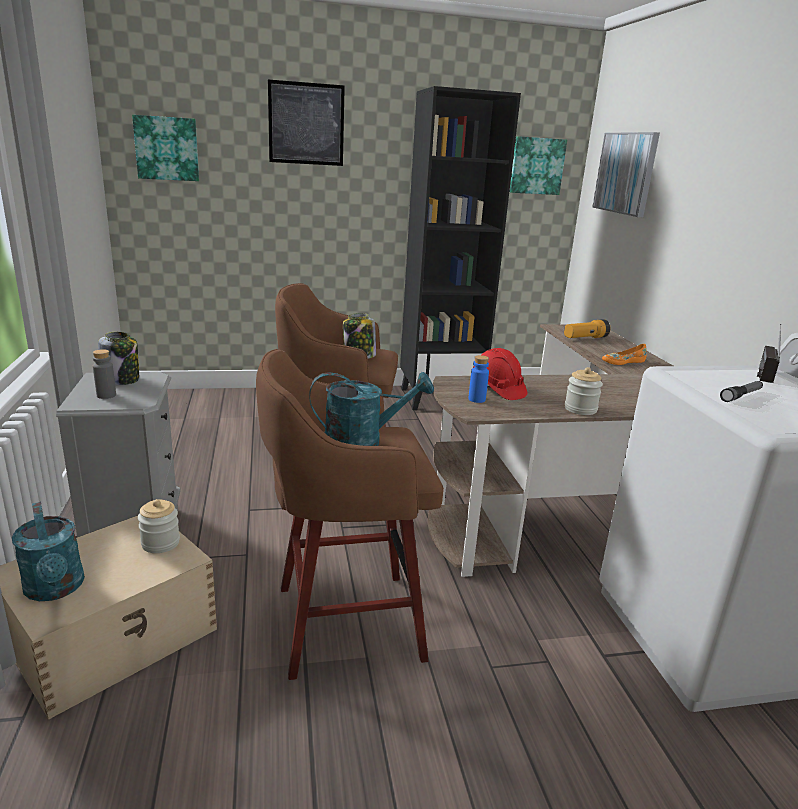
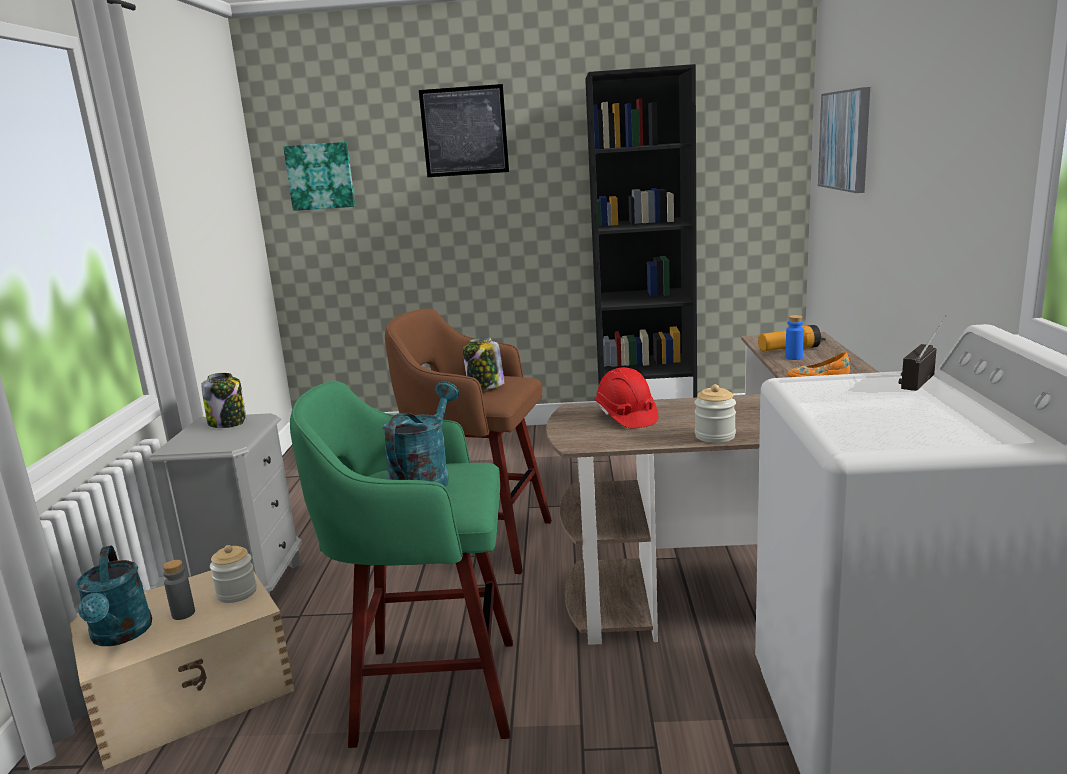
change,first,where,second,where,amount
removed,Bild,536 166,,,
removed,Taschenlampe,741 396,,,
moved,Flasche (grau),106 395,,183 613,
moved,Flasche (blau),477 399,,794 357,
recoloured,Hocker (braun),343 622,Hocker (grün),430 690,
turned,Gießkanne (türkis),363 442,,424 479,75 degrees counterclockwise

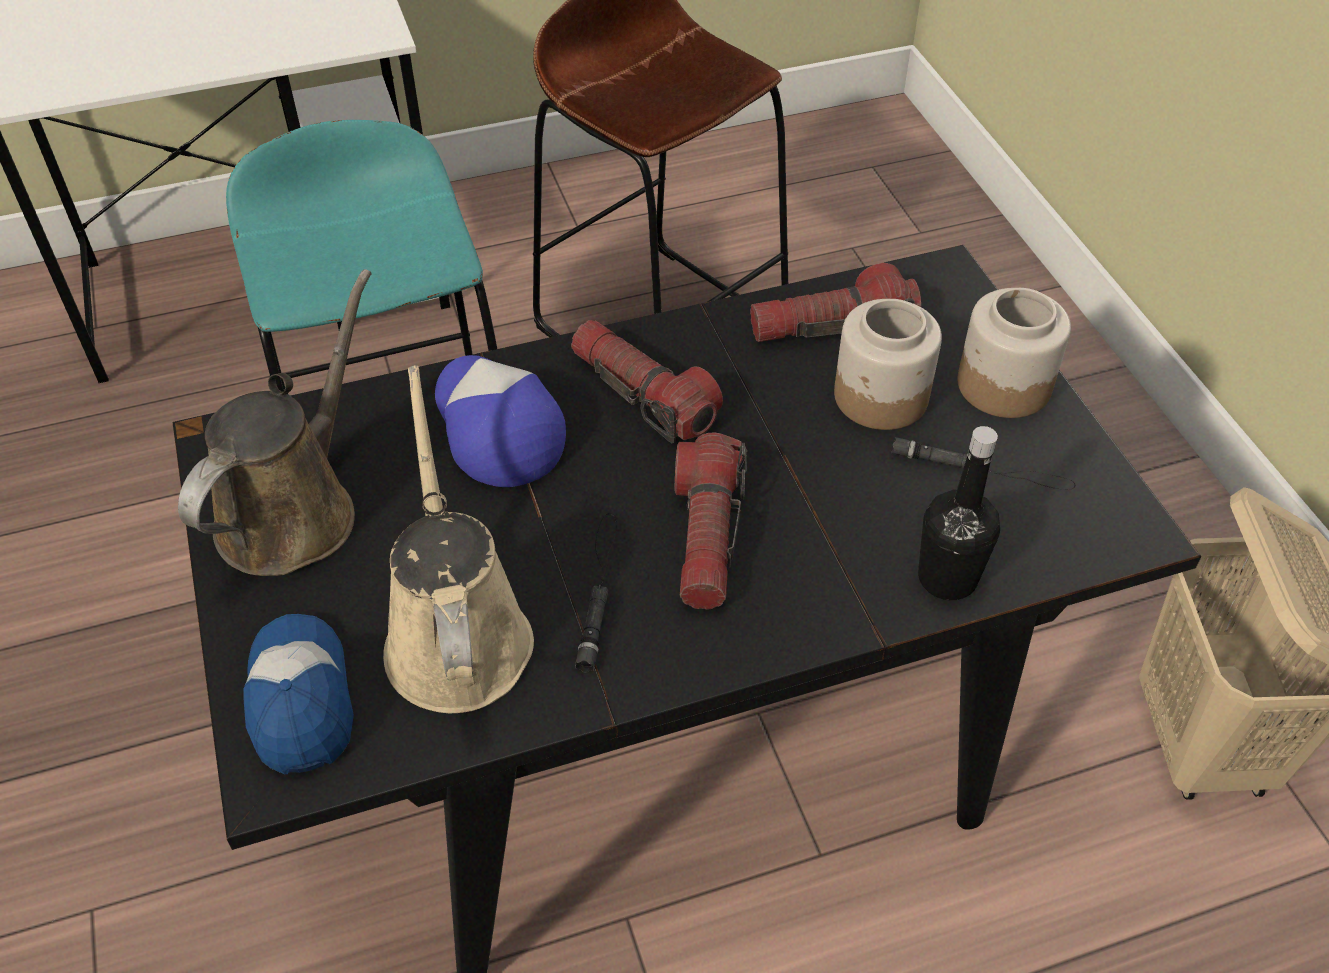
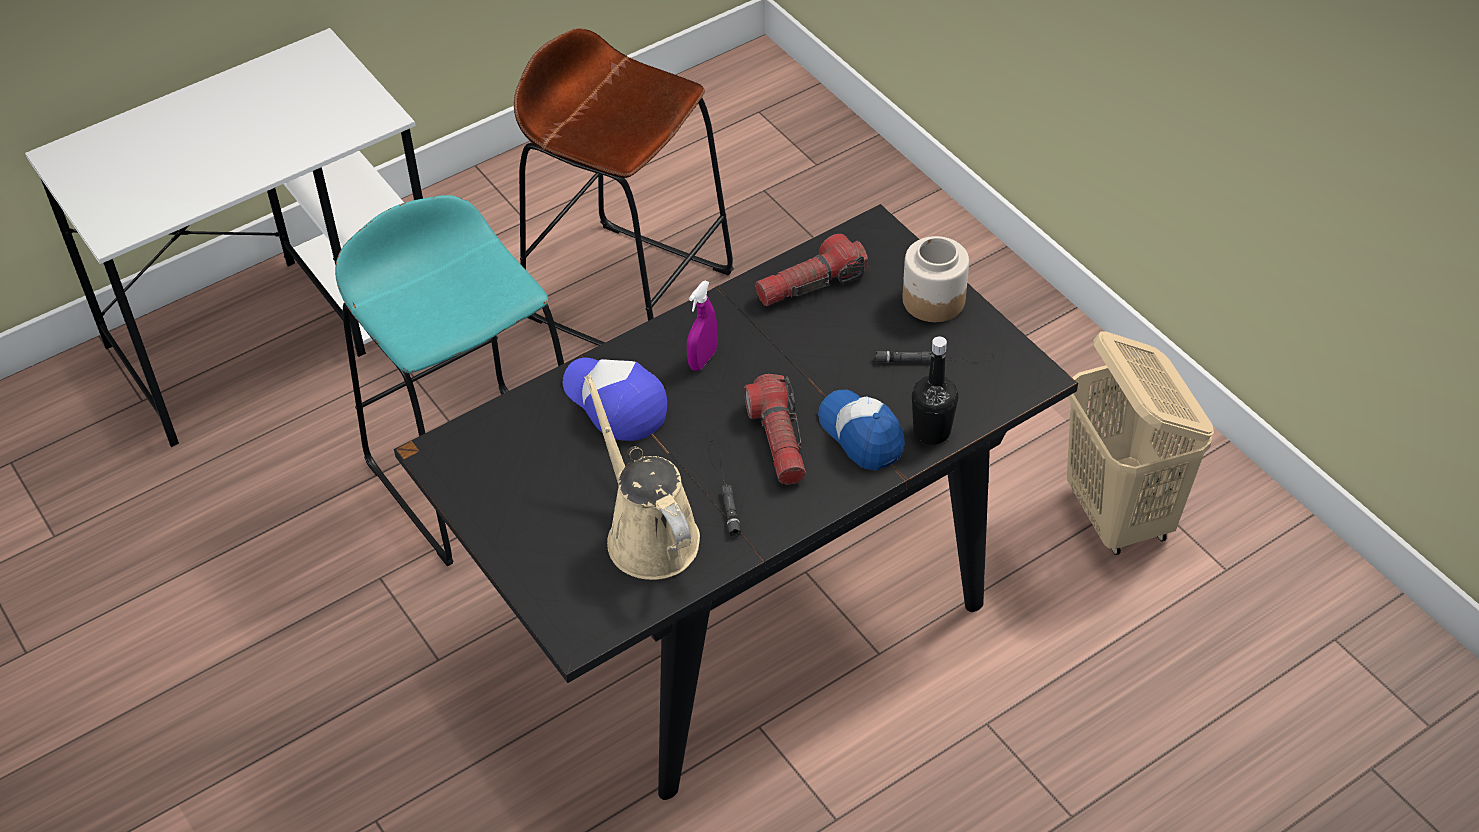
change,first,where,second,where,amount
removed,Gießkanne (braun),294 510,,,
removed,Vorratsglas,881 397,,,
moved,Kappe,300 700,,861 434,
replaced,Taschenlampe,643 395,Sprühflasche (lila),703 359,

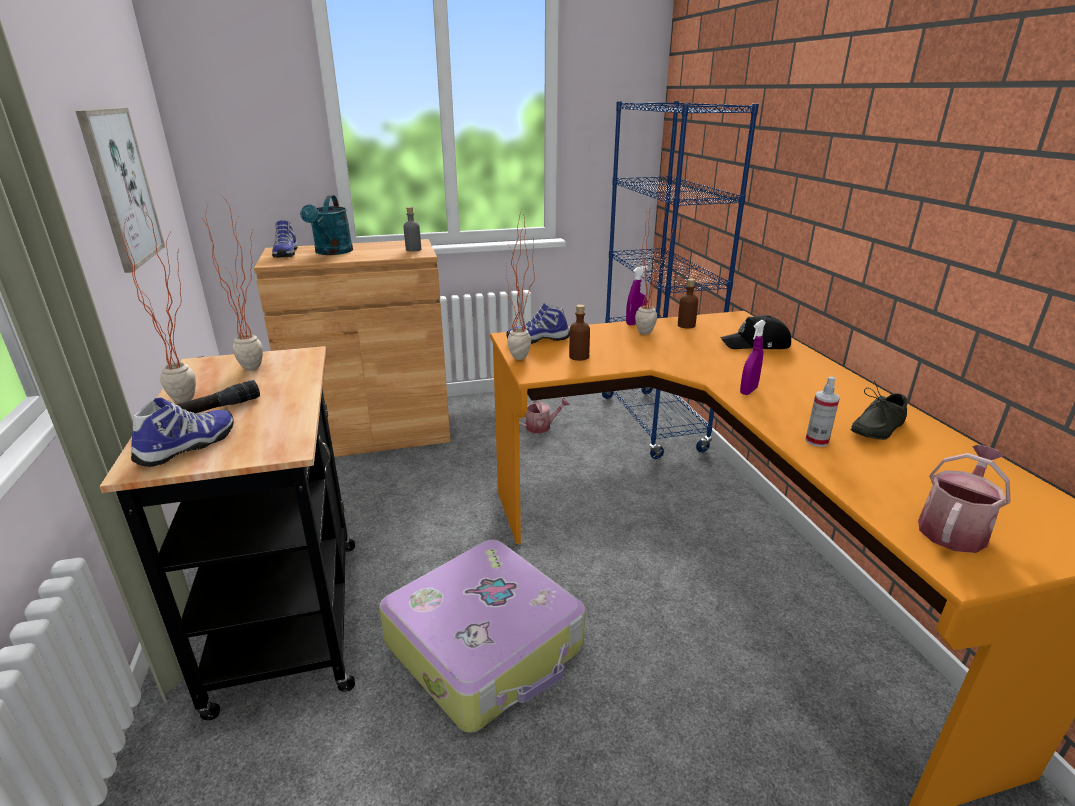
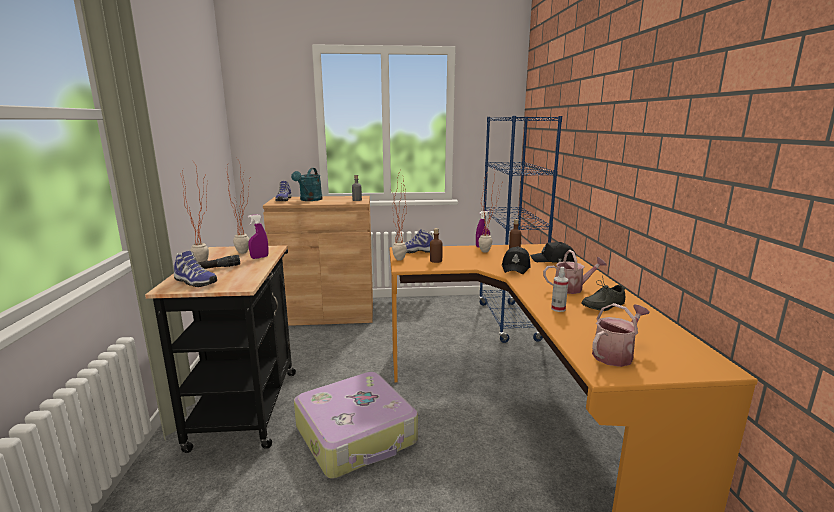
change,first,where,second,where,amount
removed,Bild,121 187,,,
added,,,Kappe (schwarz),516 267,
moved,Gießkanne,541 427,,572 288,
moved,Sprühflasche (lila),748 391,,259 257,
turned,Schuh,189 447,,194 282,75 degrees clockwise

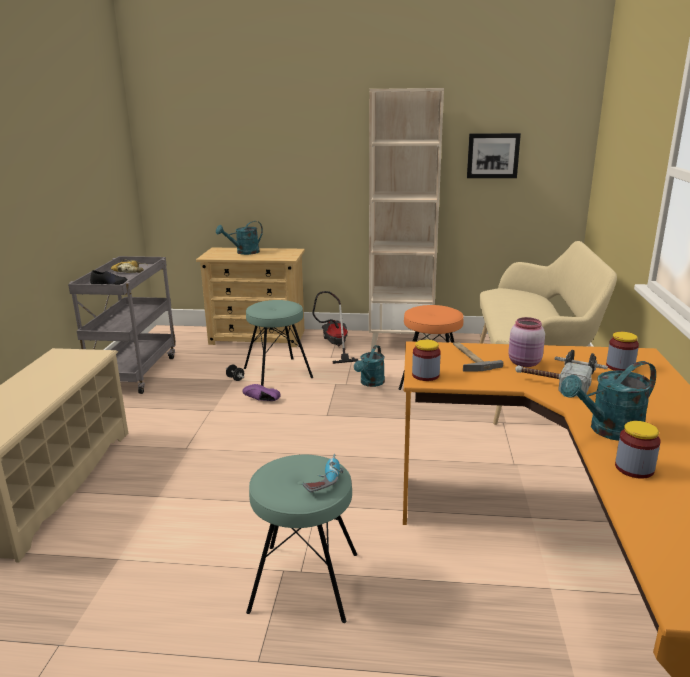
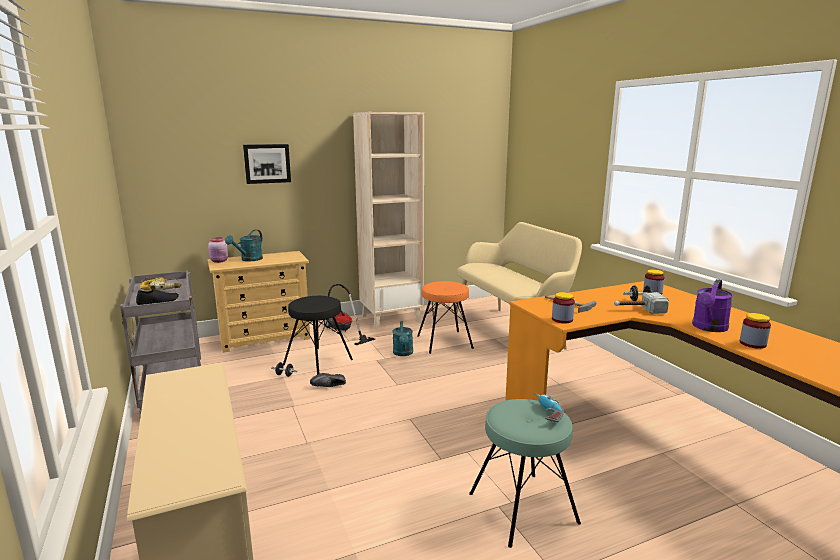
change,first,where,second,where,amount
moved,Bild,493 155,,267 163,
moved,Vorratsglas (rosa),524 363,,219 261,
recoloured,Schuh (lila),261 400,Schuh (schwarz),329 387,
recoloured,Hocker (türkis),278 373,Hocker (schwarz),318 362,
recoloured,Gießkanne (türkis),608 431,Gießkanne (lila),708 328,

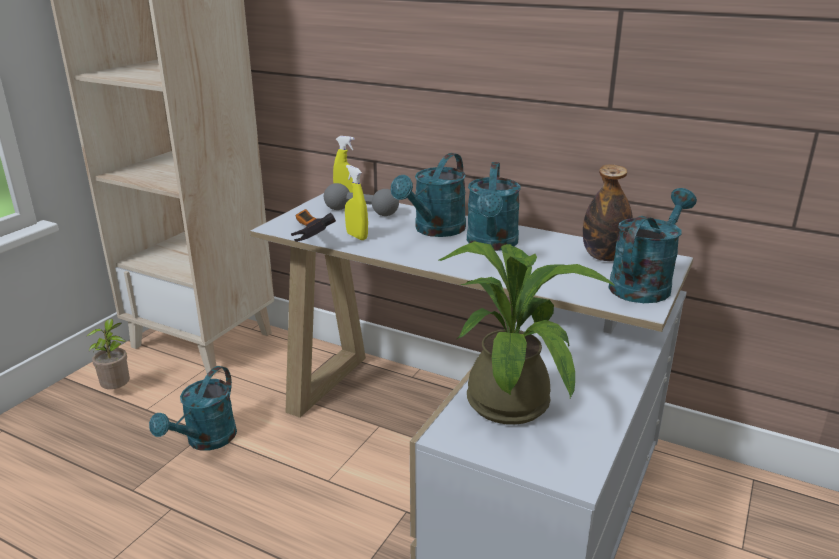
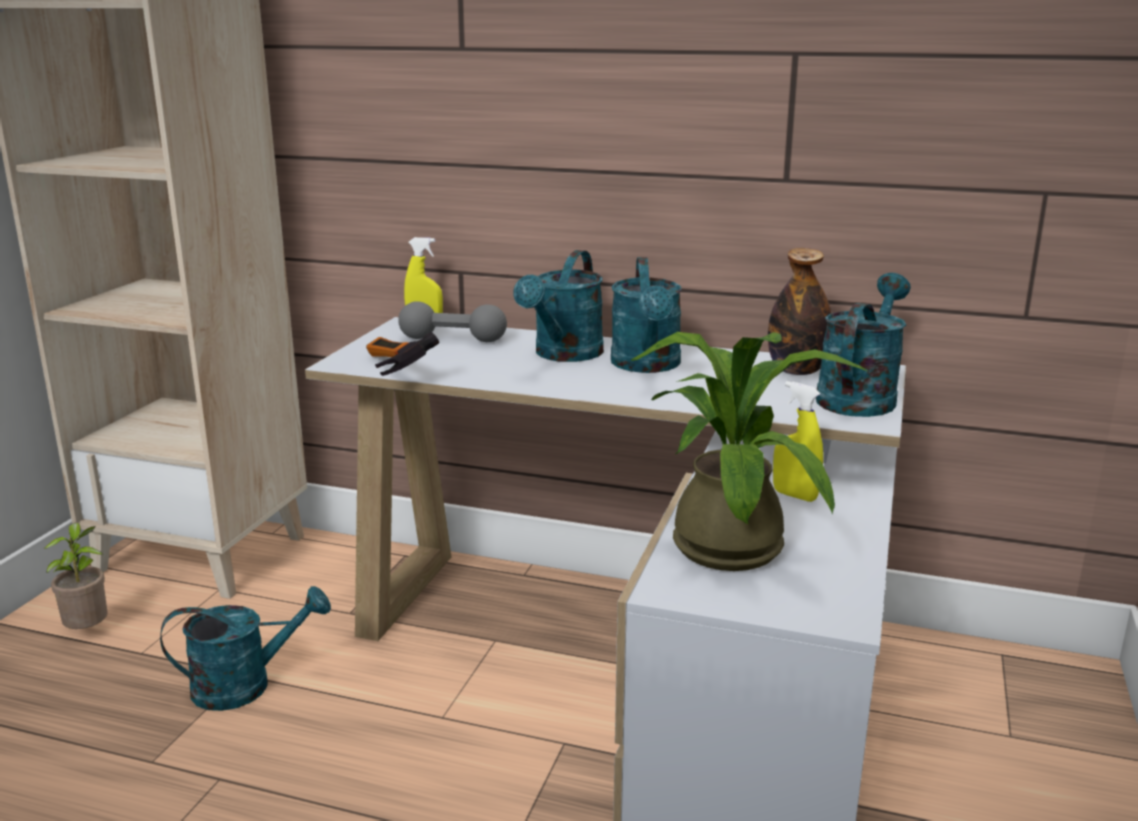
change,first,where,second,where,amount
moved,Sprühflasche (gelb),357 236,,794 495,
turned,Gießkanne (türkis),206 441,,246 685,120 degrees counterclockwise

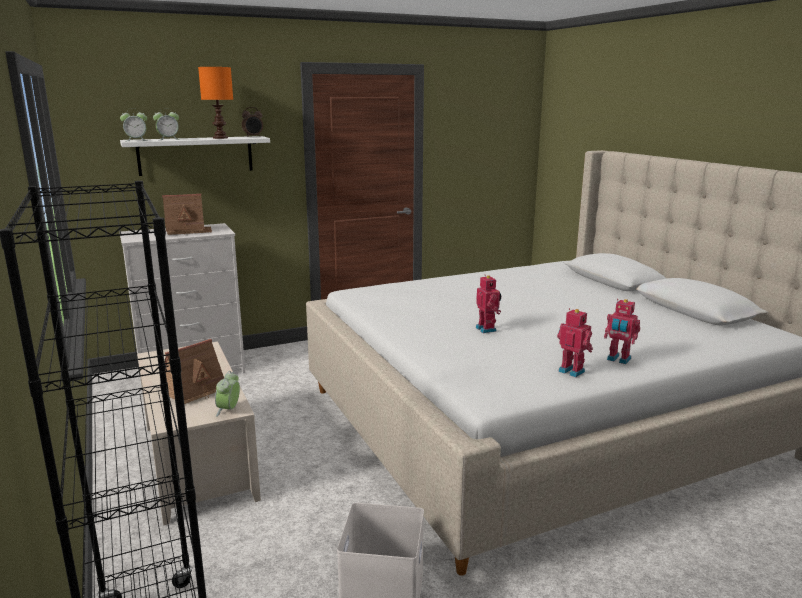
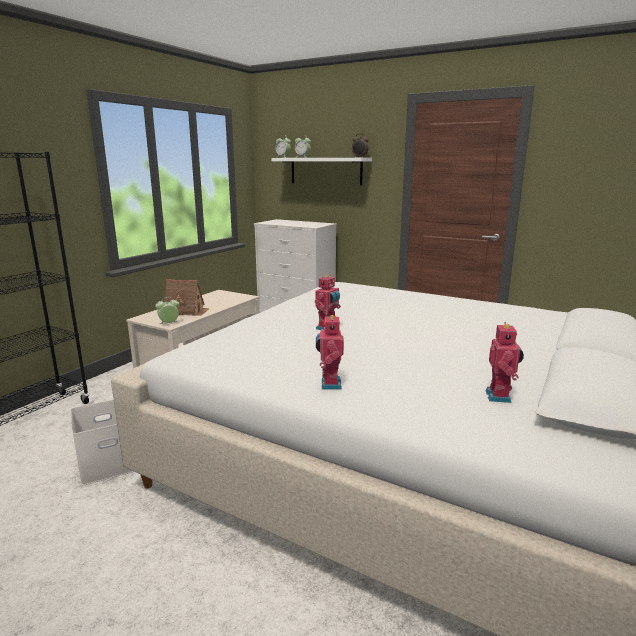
change,first,where,second,where,amount
removed,Spielzeughaus,188 231,,,
removed,Tischlampe (orange),220 138,,,
moved,Spielzeugroboter,572 371,,500 396,

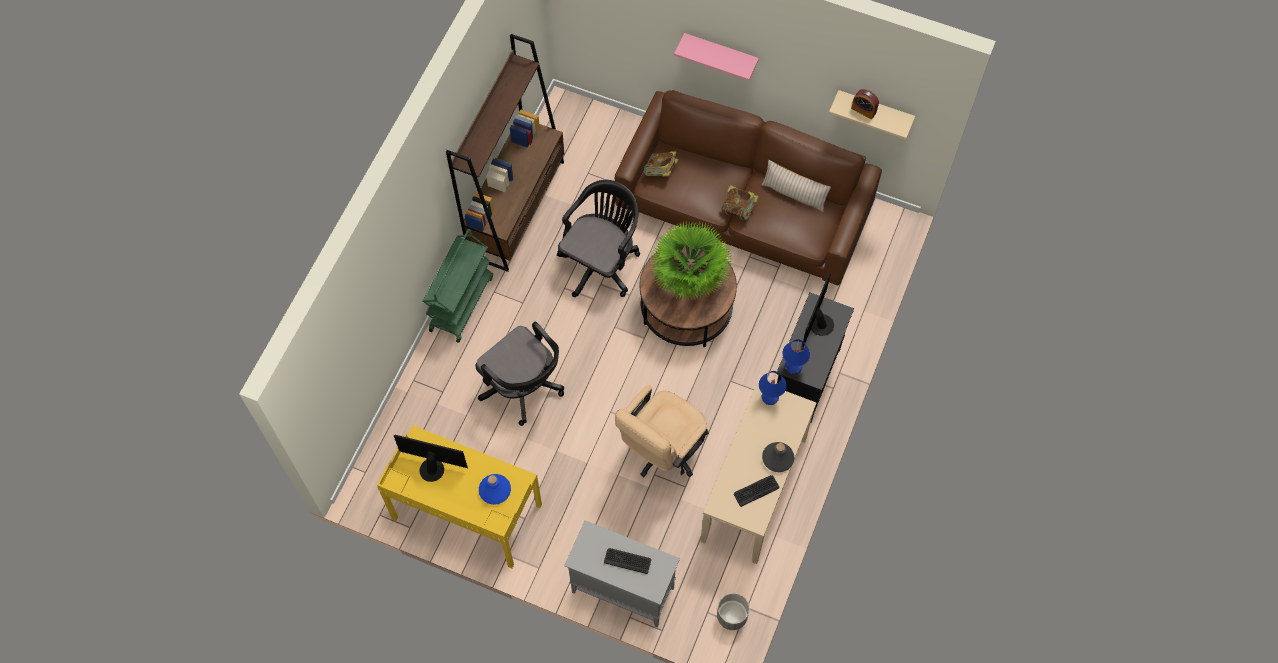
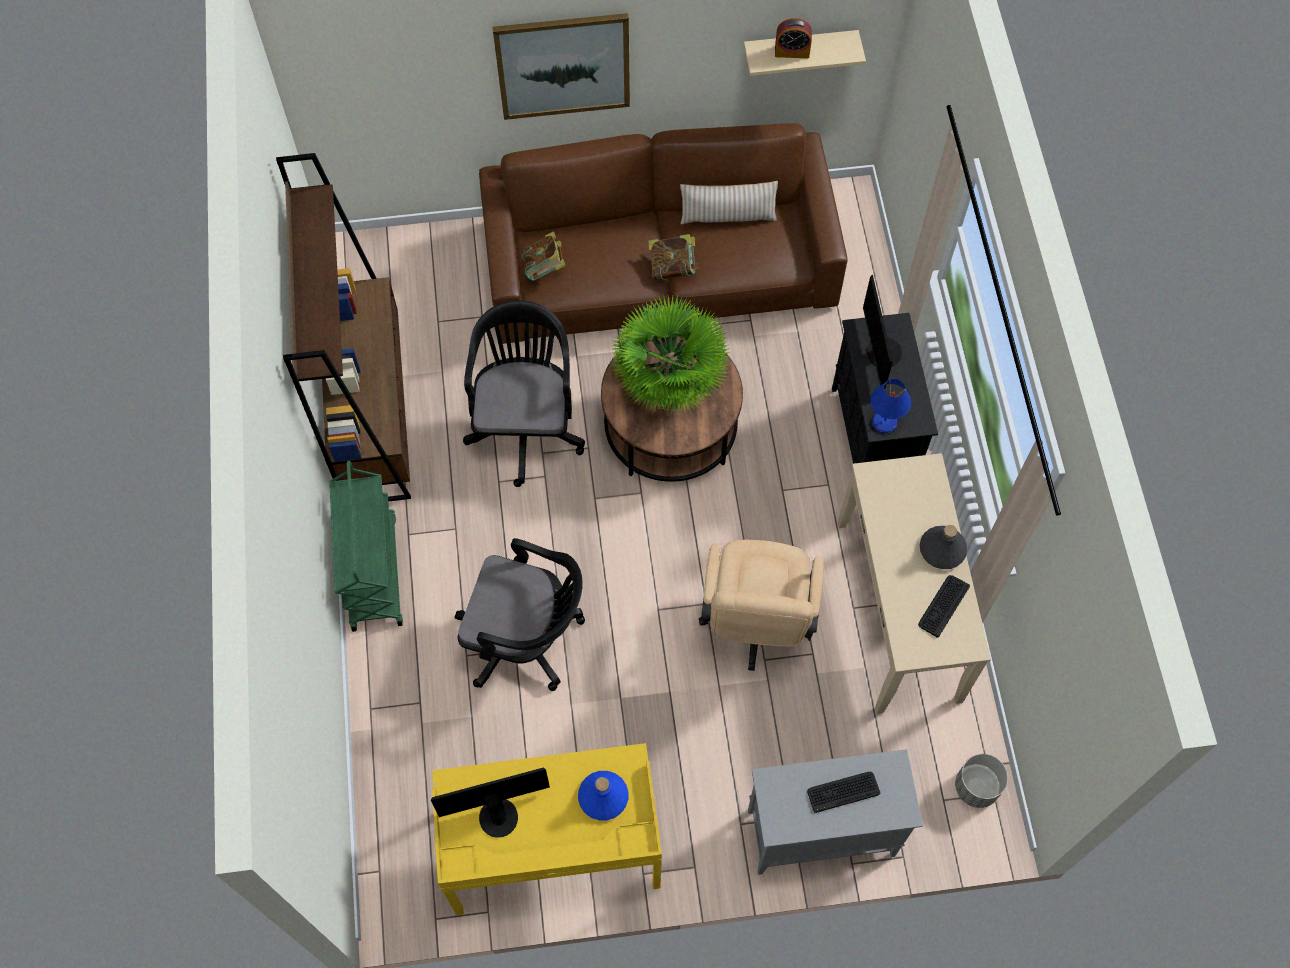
change,first,where,second,where,amount
removed,Tischlampe (blau),770 397,,,
replaced,Wandregal (rosa),720 53,Bild,563 65,

